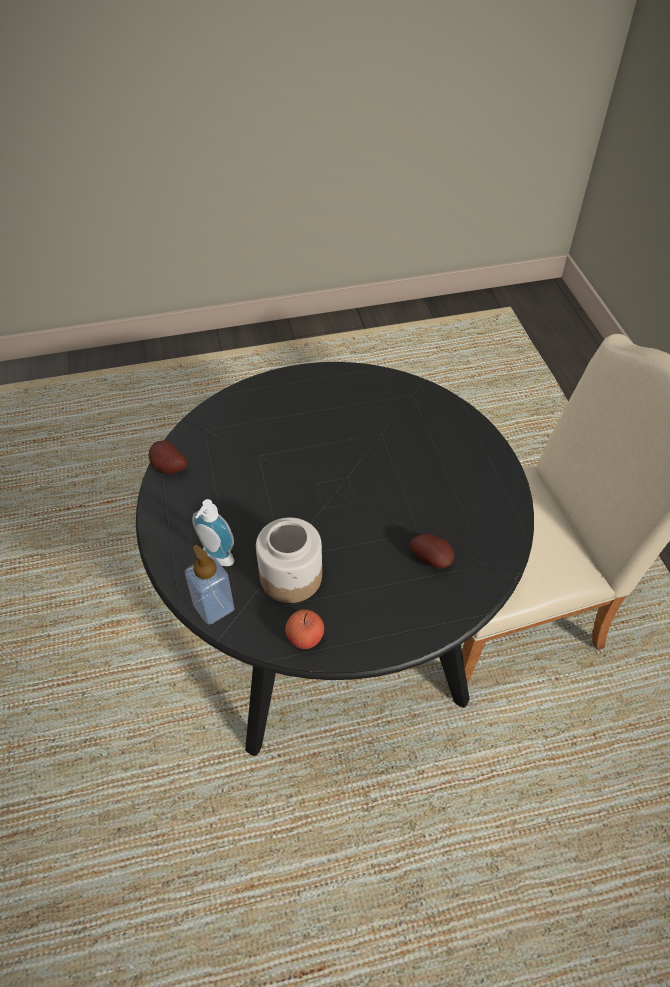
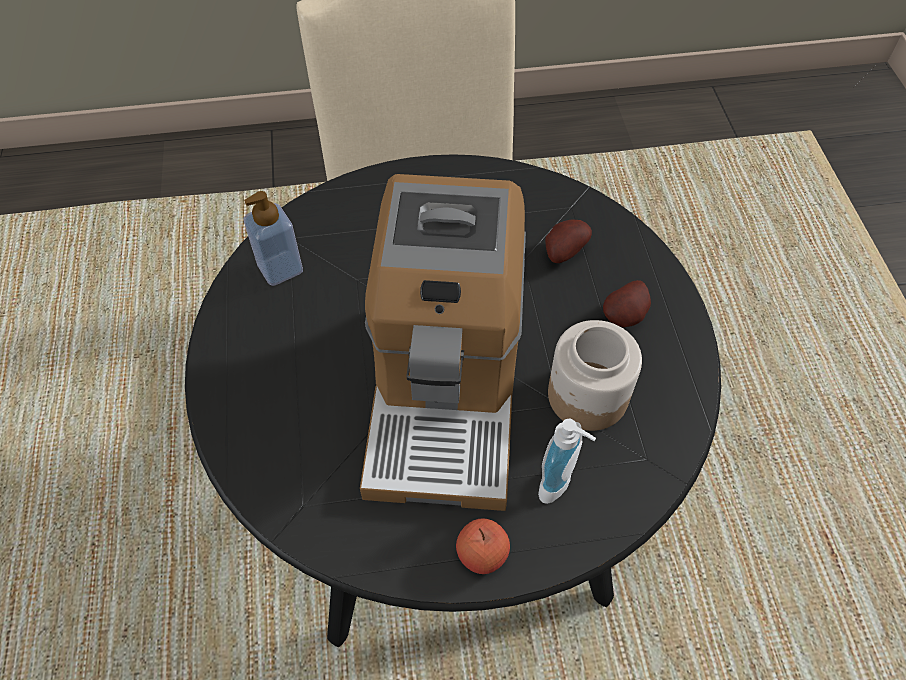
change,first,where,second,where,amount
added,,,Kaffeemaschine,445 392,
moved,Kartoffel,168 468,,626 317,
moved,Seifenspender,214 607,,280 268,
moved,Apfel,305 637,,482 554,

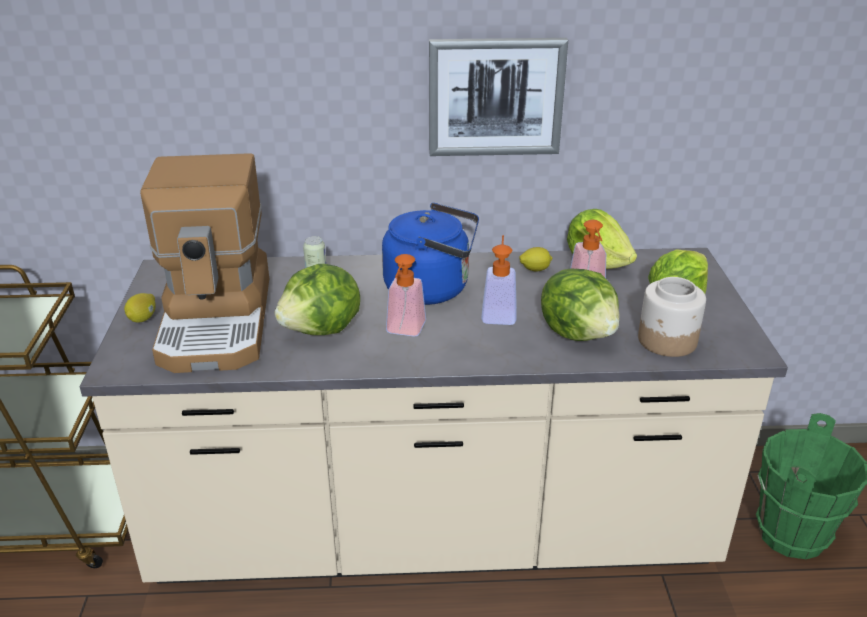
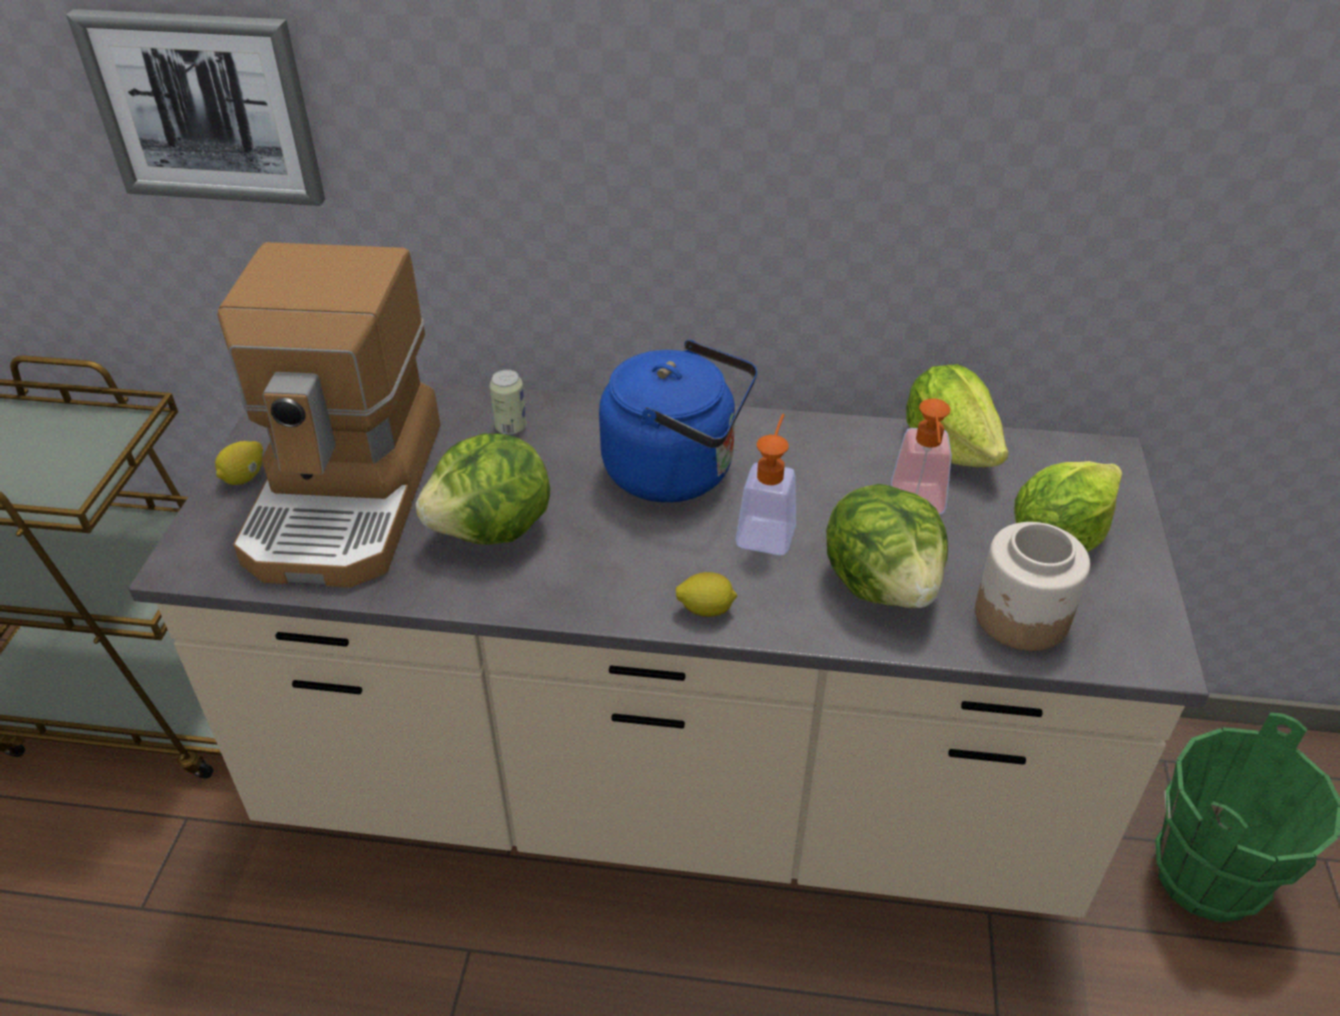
change,first,where,second,where,amount
removed,Seifenspender,404 331,,,
moved,Bild,495 97,,205 108,
moved,Zitrone,535 269,,706 609,

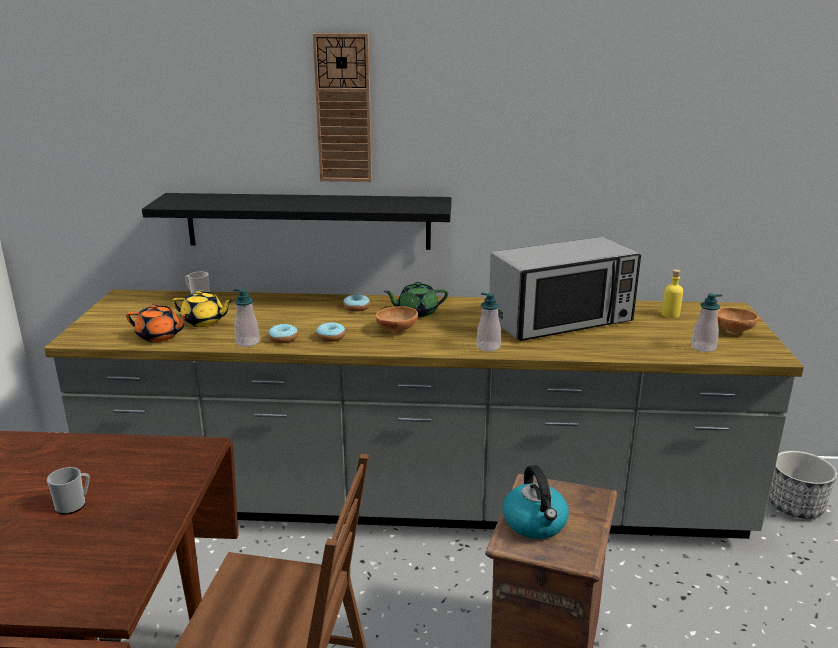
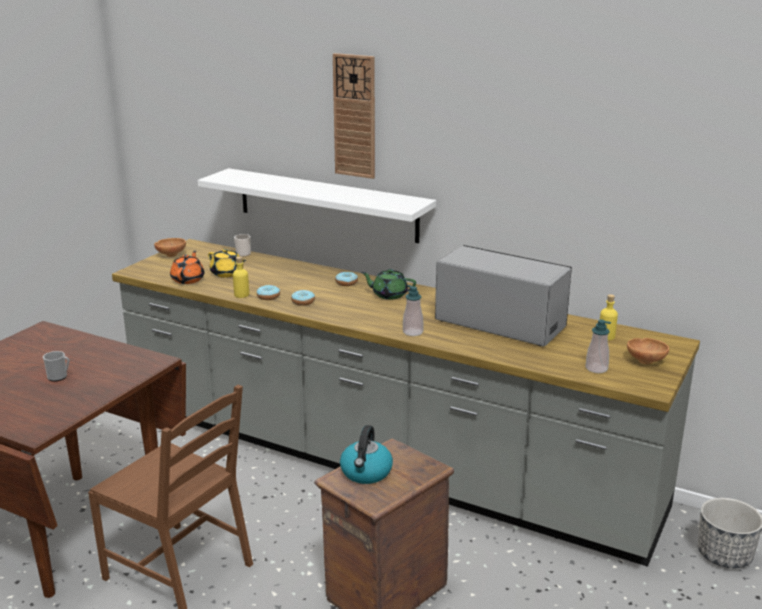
change,first,where,second,where,amount
moved,Schüssel (braun),396 330,,171 254,
replaced,Seifenspender,247 342,Flasche (gelb),241 295,
recoloured,Wandregal (schwarz),308 221,Wandregal (weiß),327 205,
turned,Teekanne (orange),160 336,,188 279,120 degrees counterclockwise
turned,Mikrowelle,561 321,,500 323,150 degrees counterclockwise

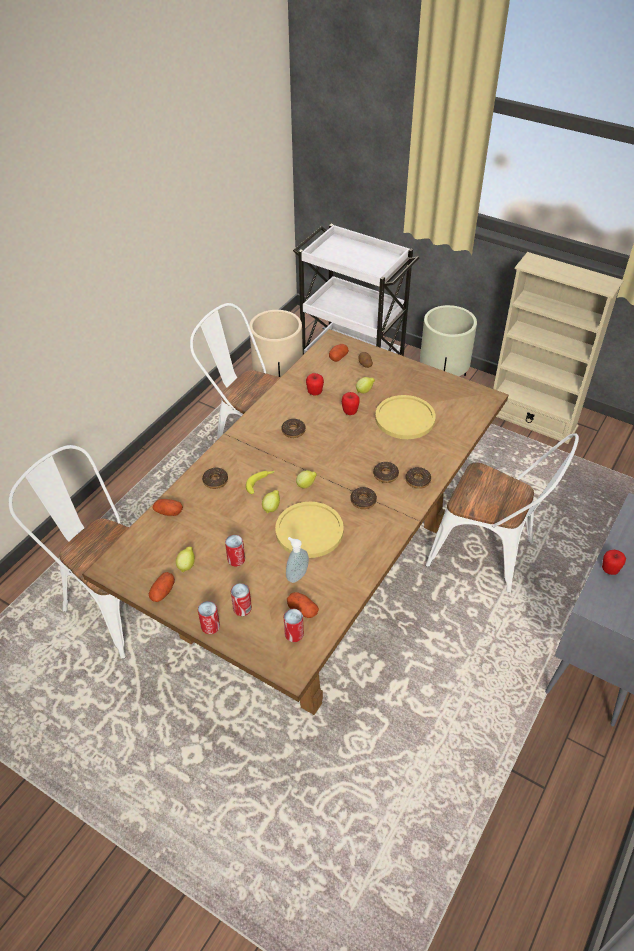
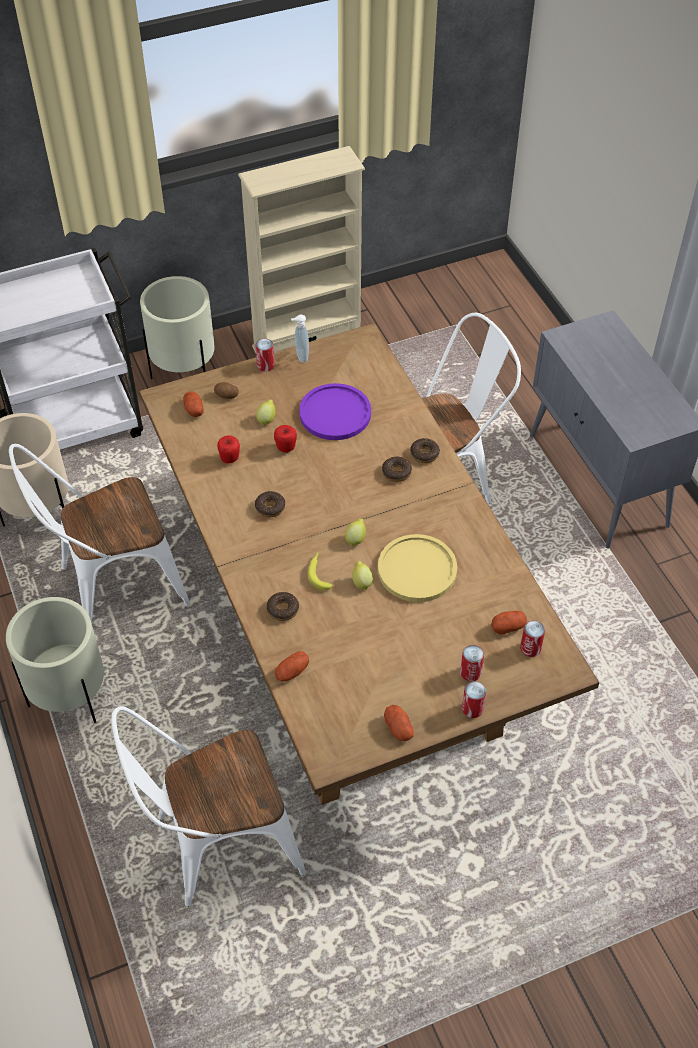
change,first,where,second,where,amount
removed,Zitrone,187 565,,,
removed,Donut,363 501,,,
removed,Apfel,609 570,,,
added,,,Pflanzkübel (beige),70 697,
moved,Dose,236 559,,265 365,
moved,Seifenspender,296 575,,300 356,
recoloured,Teller (gelb),405 418,Teller (lila),335 413,

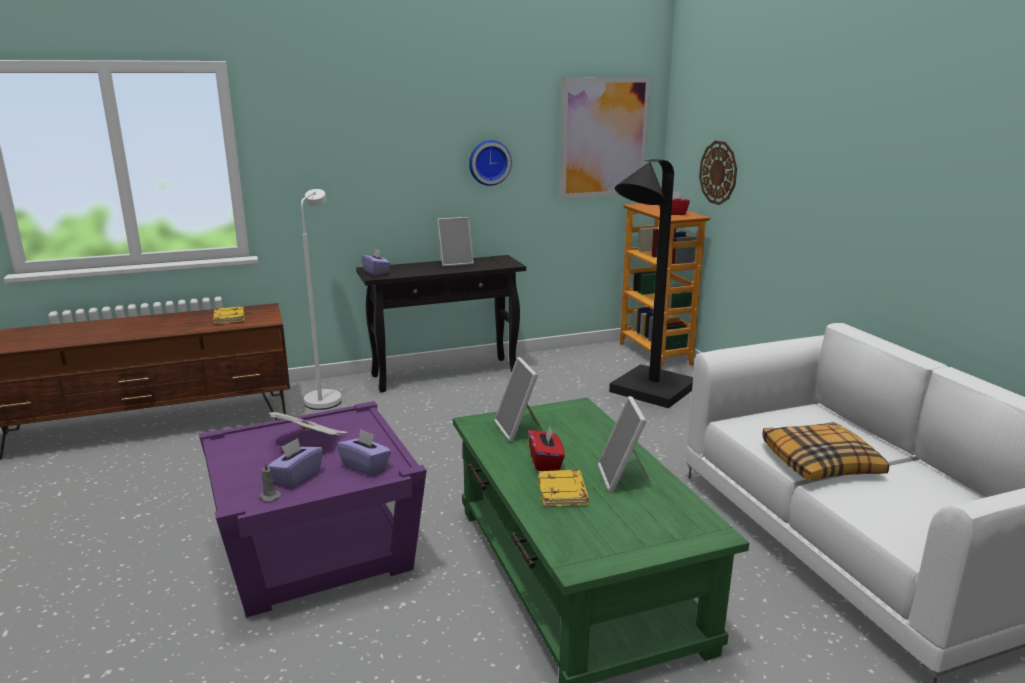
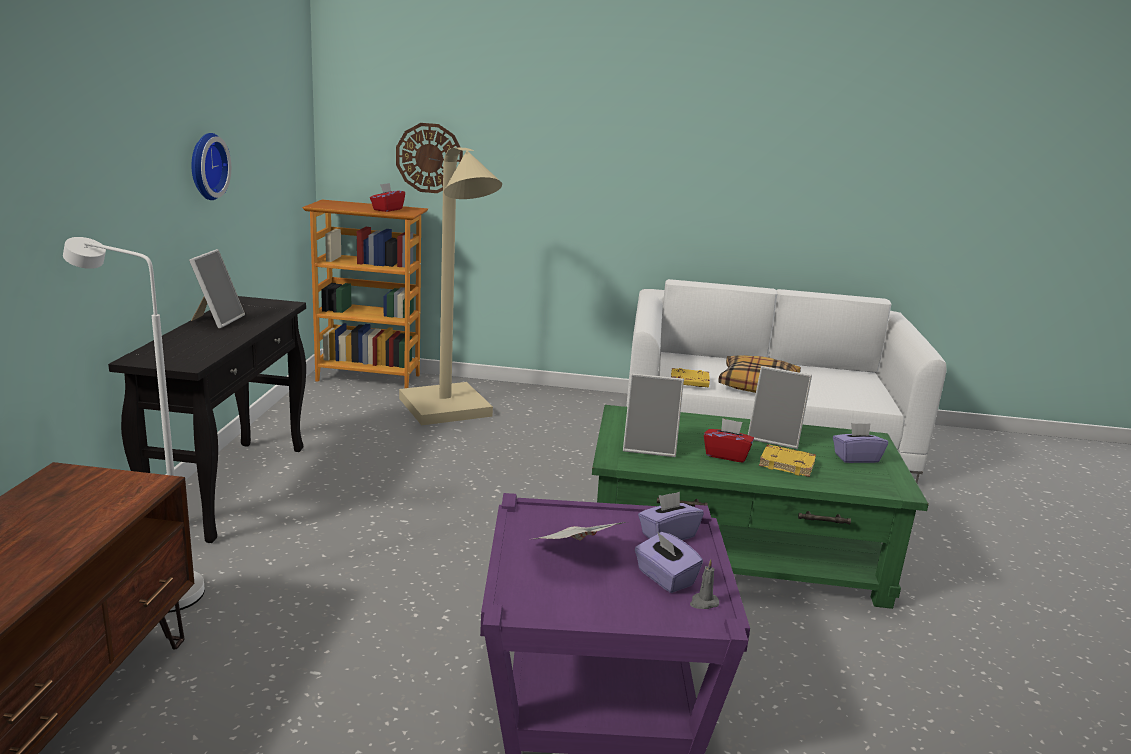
change,first,where,second,where,amount
removed,Bild,604 138,,,
moved,Buch (gelb),228 318,,689 382,
moved,Taschentuchbox (lila),376 272,,856 458,
recoloured,Stehlampe (schwarz),647 393,Stehlampe (beige),450 412,

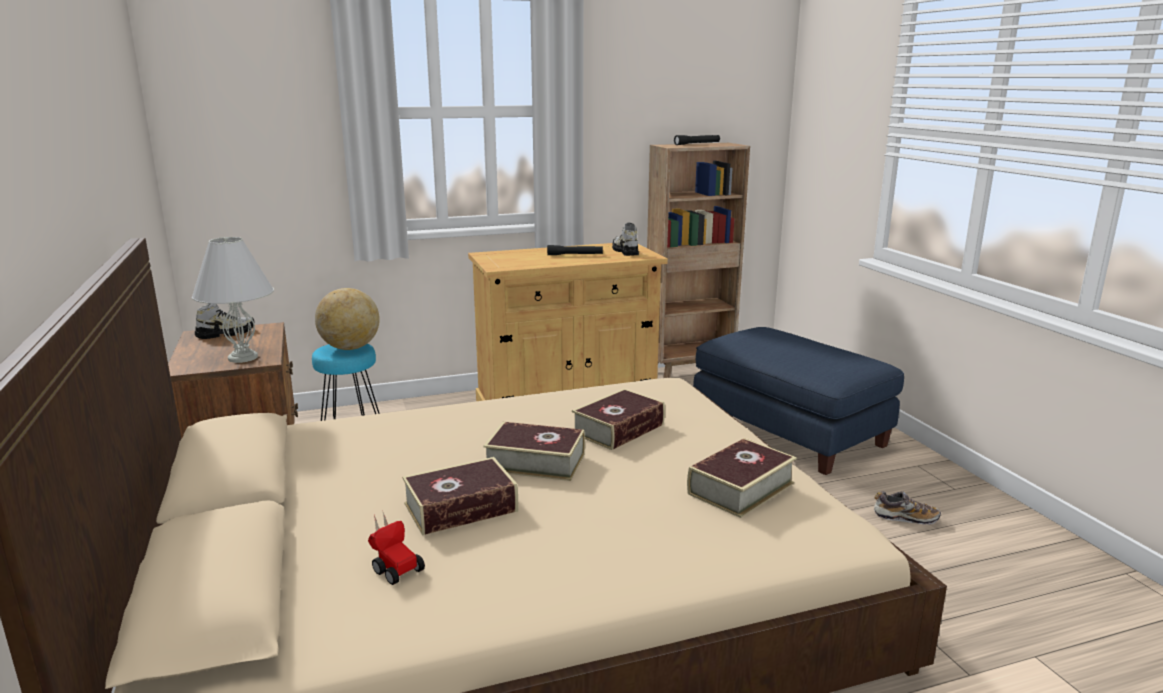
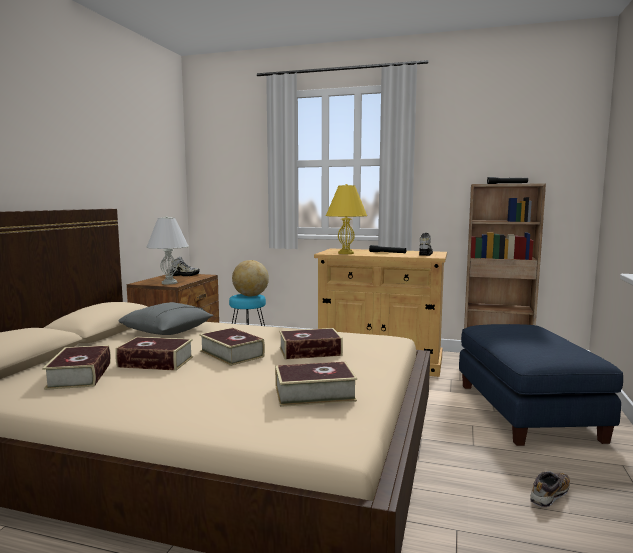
change,first,where,second,where,amount
added,,,Kissen (grau),166 331,
added,,,Tischlampe (gelb),346 253,
replaced,Spielzeugauto,394 568,Buch,80 375,
turned,Schuh,905 518,,549 495,90 degrees counterclockwise

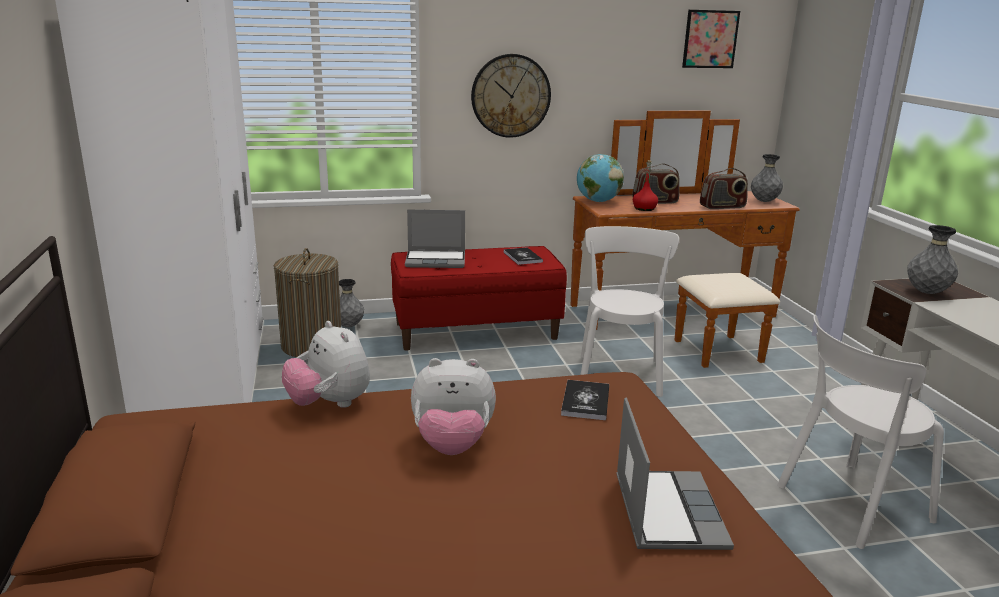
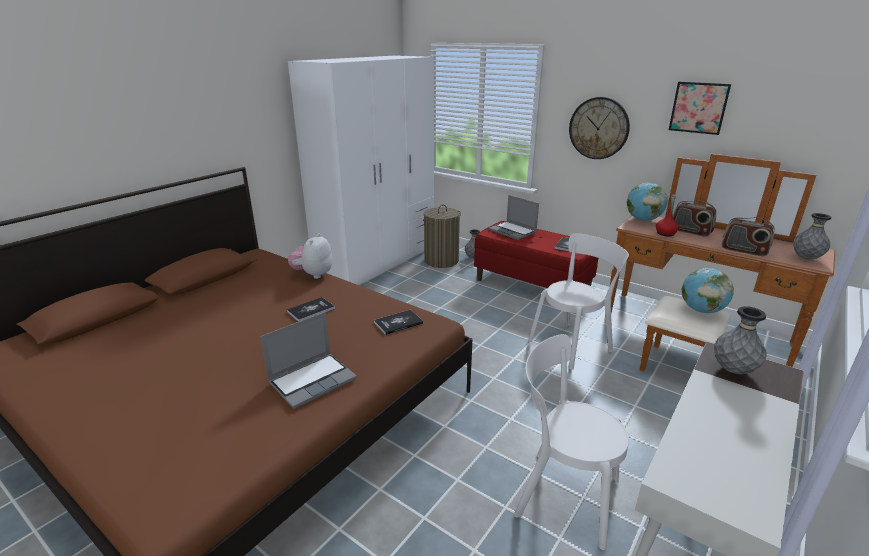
change,first,where,second,where,amount
added,,,Globus,701 310,
moved,Bild,710 39,,698 108,
replaced,Plüschtier,452 445,Buch,311 310,

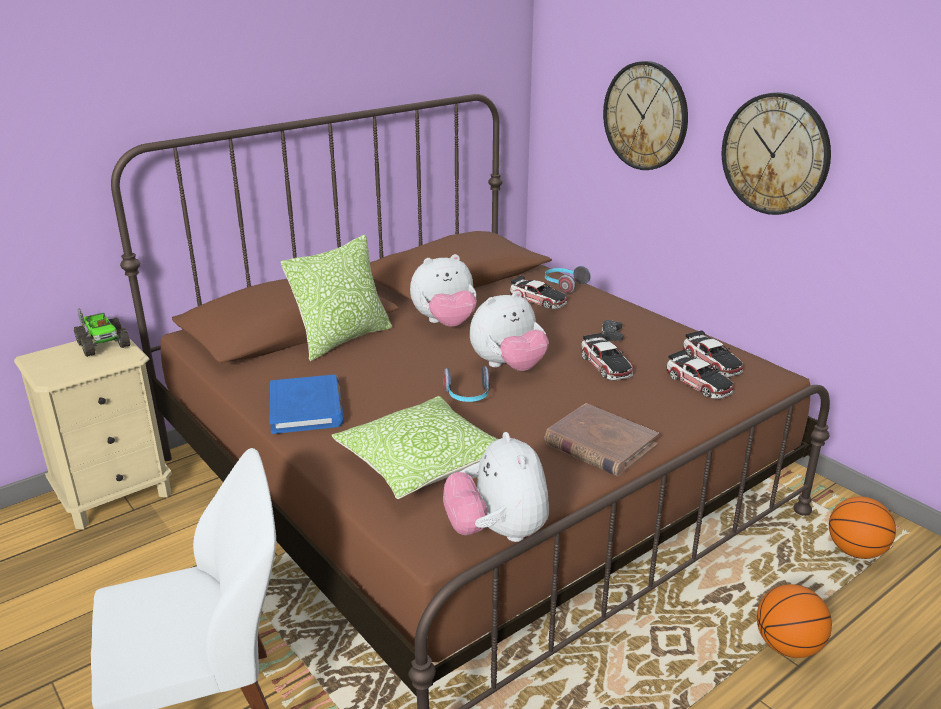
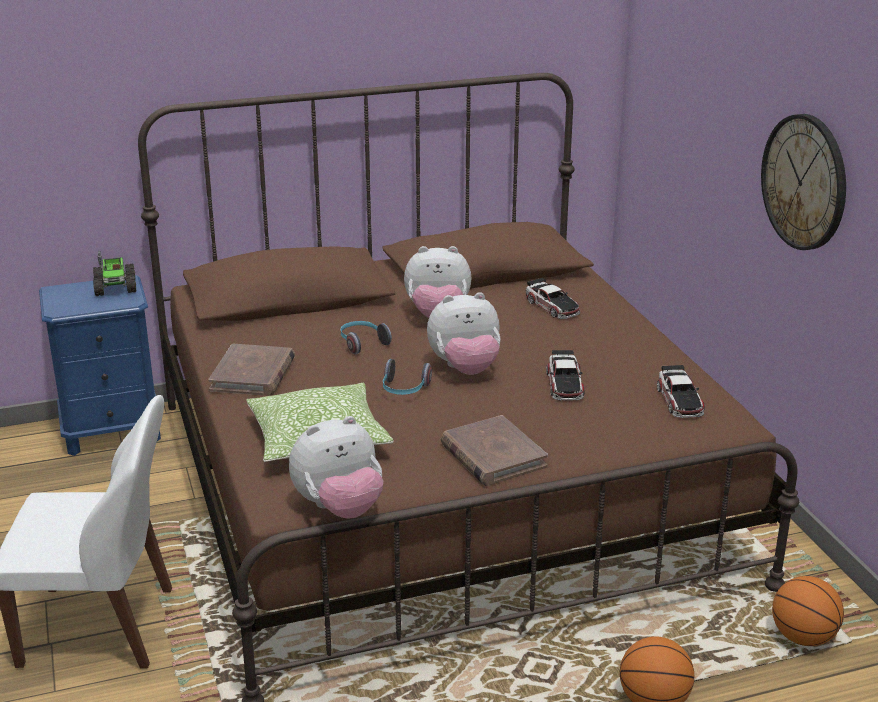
change,first,where,second,where,amount
removed,Kissen,343 339,,,
removed,Gamepad (schwarz),611 334,,,
removed,Wanduhr,645 116,,,
removed,Spielzeugauto,699 383,,,
moved,Kopfhörer,564 285,,362 343,
recoloured,Nachttisch (beige),115 495,Nachttisch (blau),112 432,
recoloured,Buch (blau),306 408,Buch (braun),253 374,
turned,Plüschtier,497 532,,339 508,120 degrees counterclockwise

